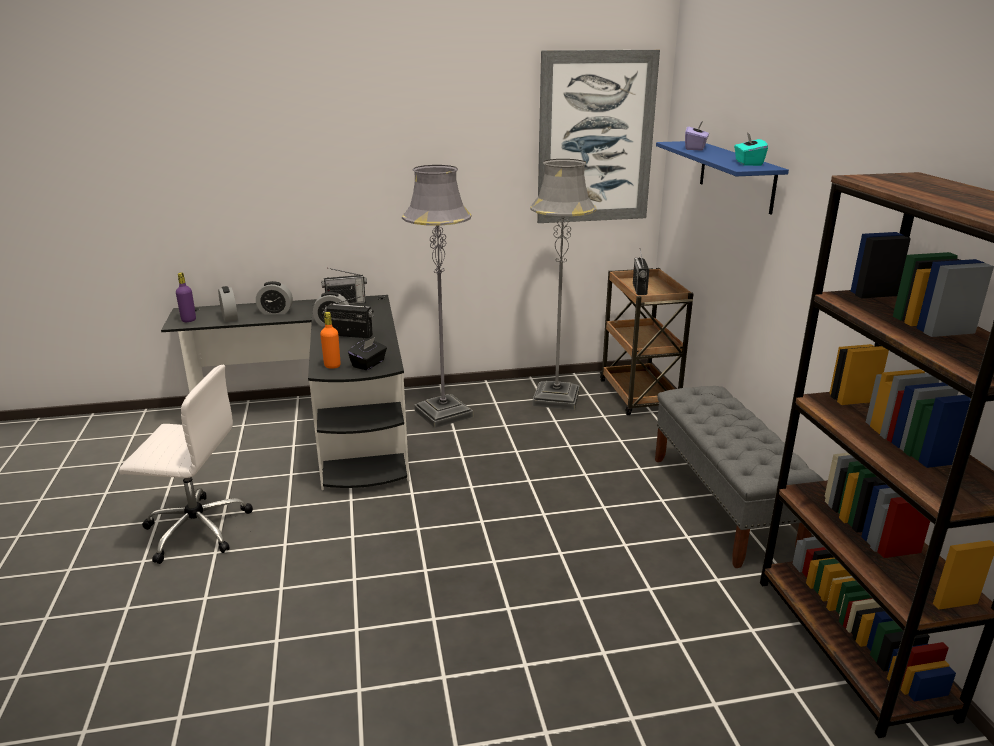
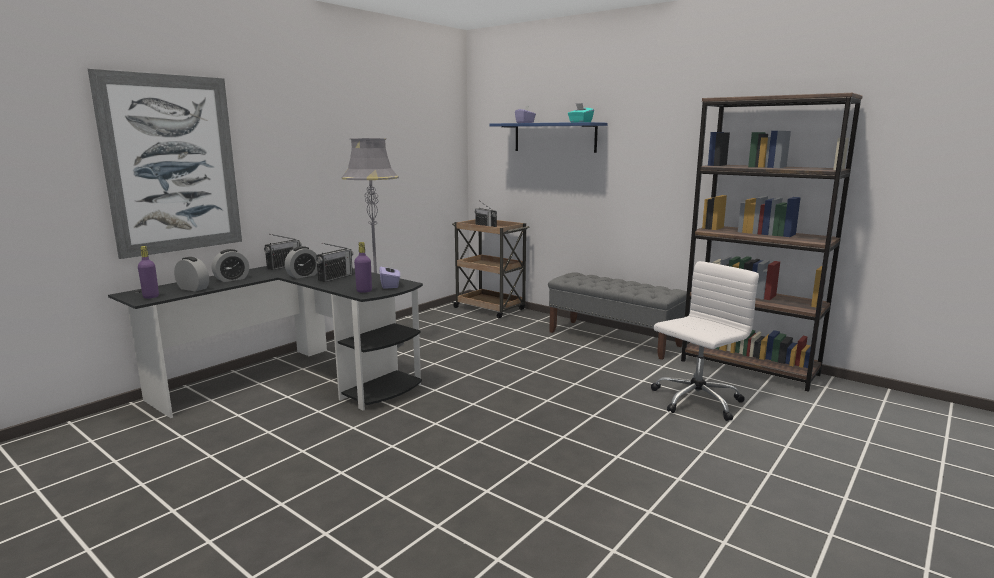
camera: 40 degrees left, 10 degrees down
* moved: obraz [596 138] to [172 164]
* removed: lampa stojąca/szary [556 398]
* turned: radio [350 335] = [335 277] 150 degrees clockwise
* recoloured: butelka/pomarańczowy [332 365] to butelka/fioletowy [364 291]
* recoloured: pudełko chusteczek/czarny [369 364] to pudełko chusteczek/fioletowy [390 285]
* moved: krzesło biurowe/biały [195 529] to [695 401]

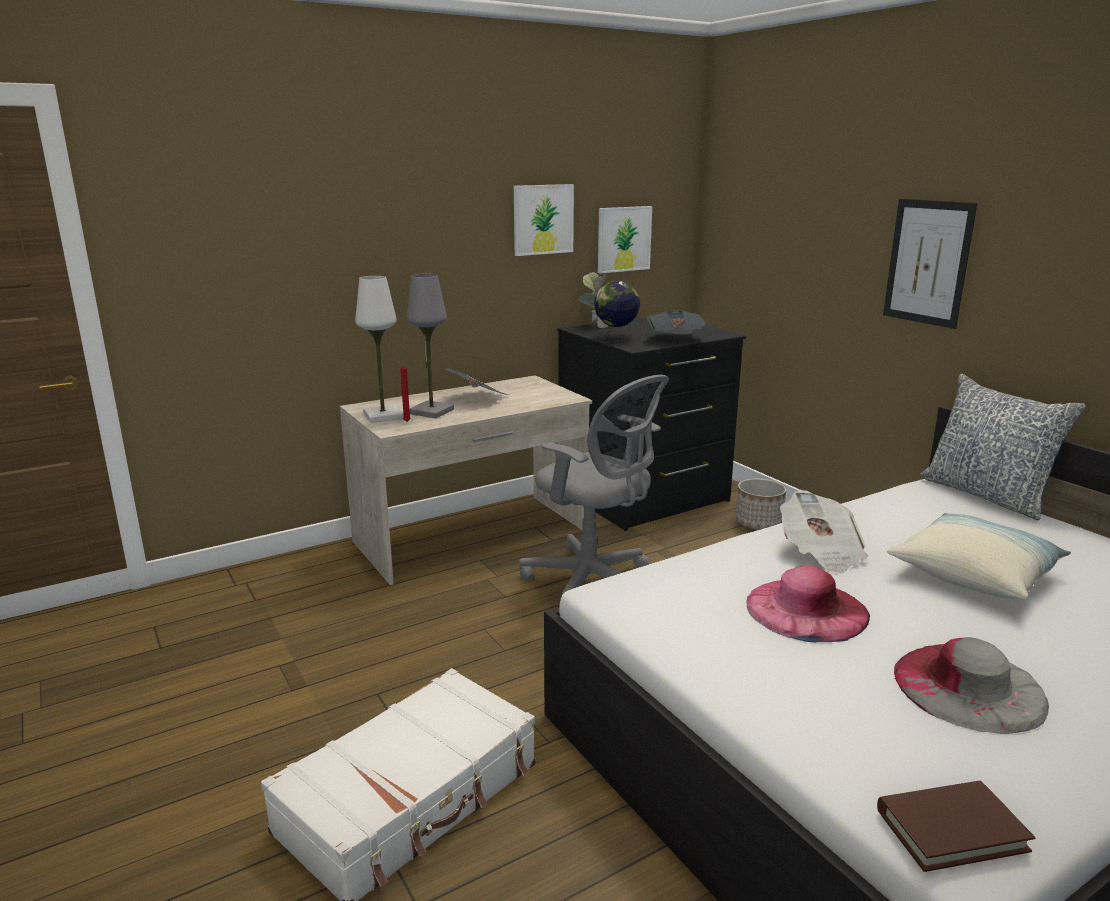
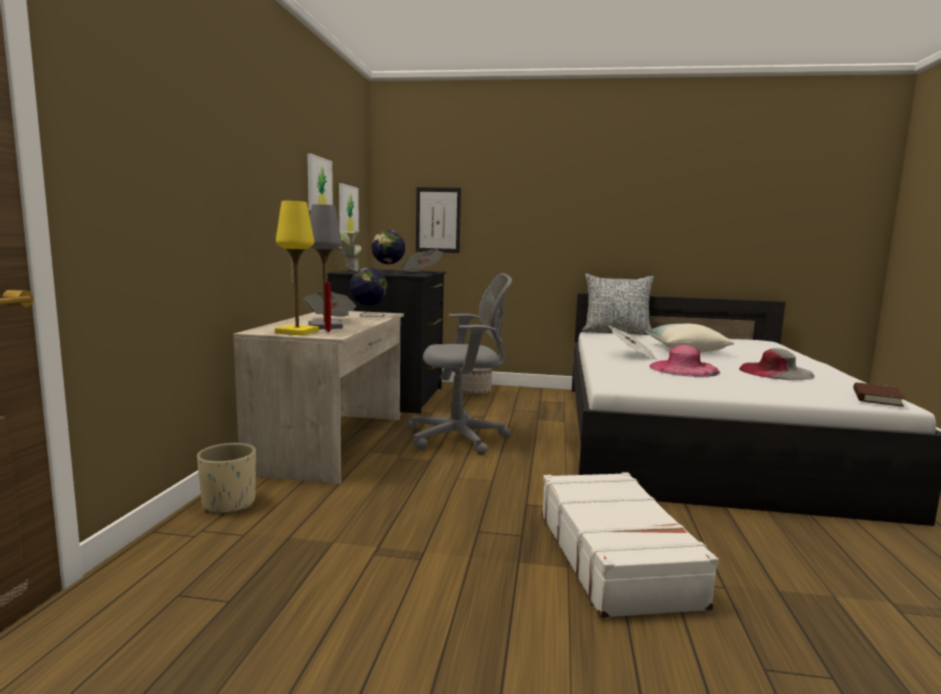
camera: 50 degrees left, 10 degrees down
* moved: obraz [928 262] to [438 220]
* recoloured: lampa stołowa/biały [383 416] to lampa stołowa/żółty [297 332]
* added: globus [368 315]
* added: donica/beżowy [228 504]

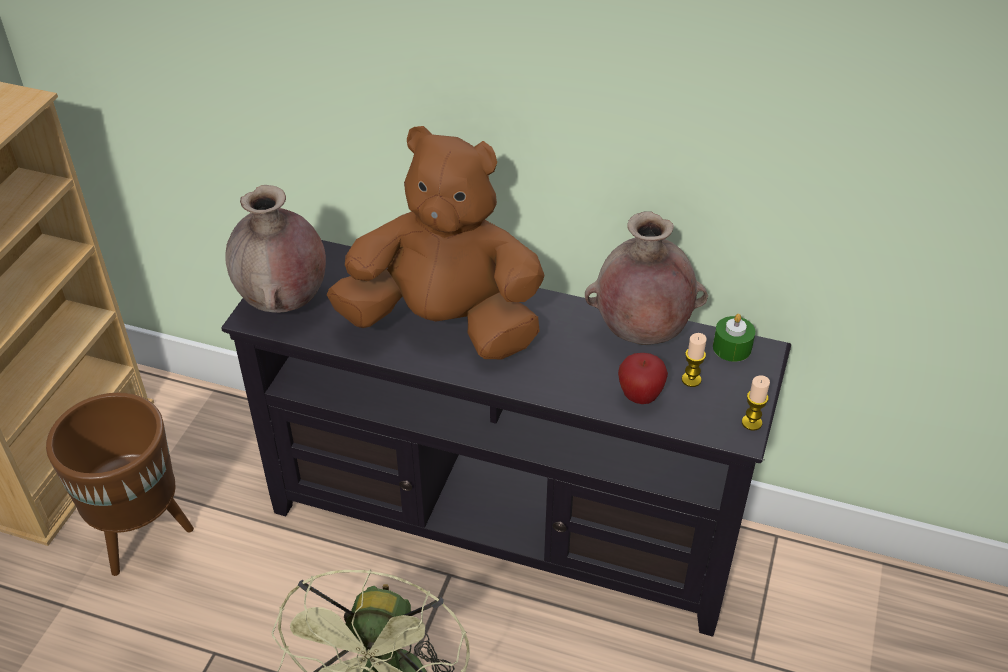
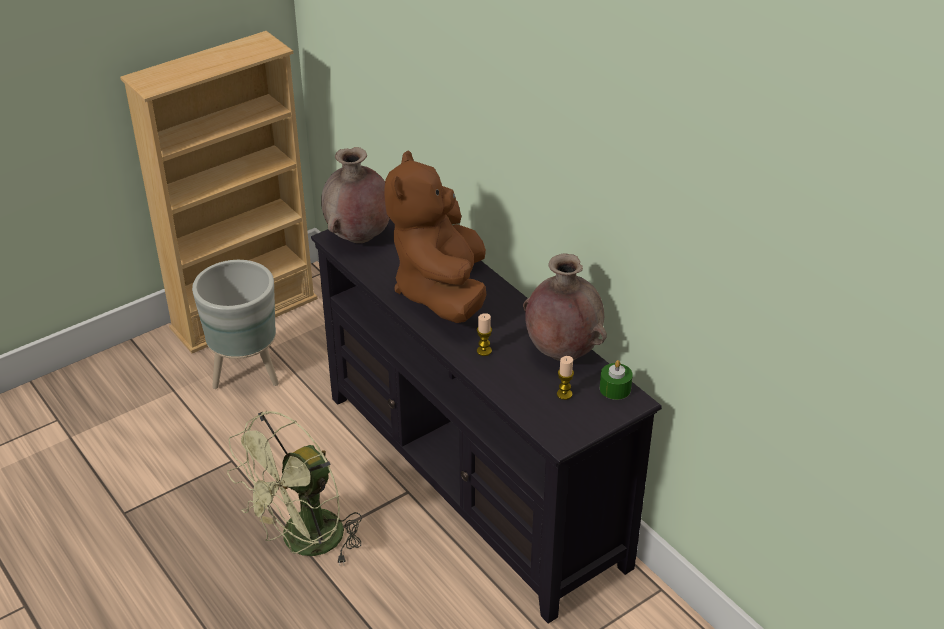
camera: 35 degrees right, 5 degrees down
* turned: pluszak/brązowy [445 324] = [441 291] 135 degrees counterclockwise
* removed: jabłko [640 396]
* moved: świeca [751 422] to [484 351]
* recoloured: donica/brązowy [143 534] to donica/szary [247 374]

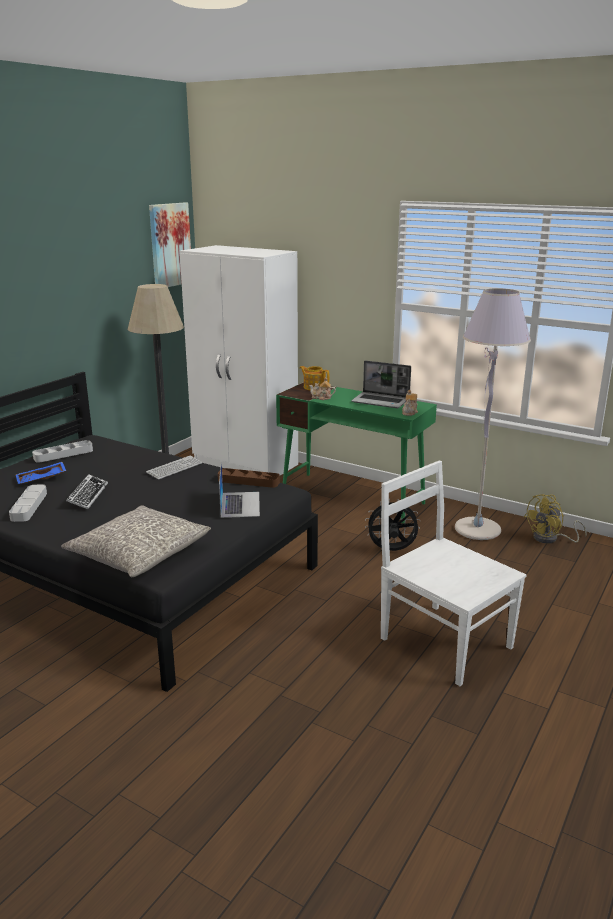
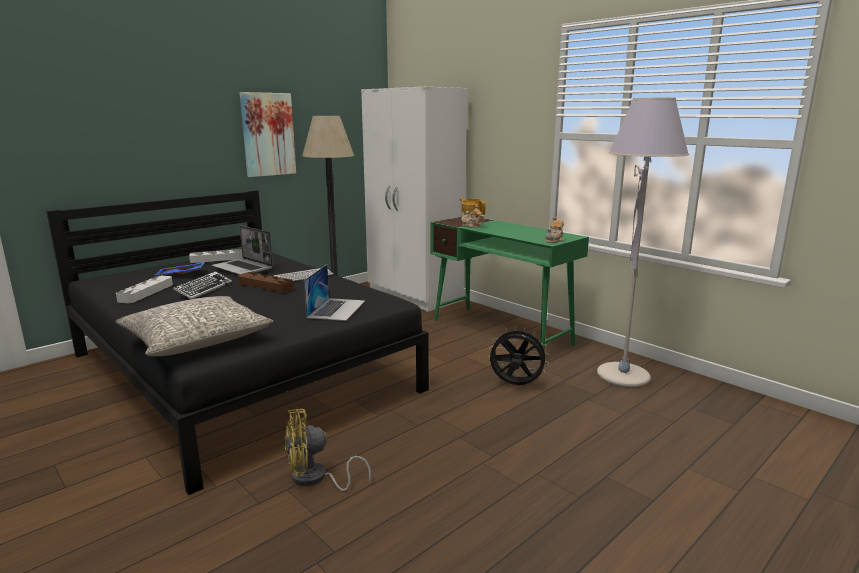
camera: 15 degrees right, 5 degrees down
* moved: obraz [170 245] to [268 134]
* moved: laptop [381 401] to [243 268]
* removed: krzesło/biały [443 641]
* moved: taca/brązowy [248 481] to [265 286]
* moved: wentylator/żółty [550 539] to [315 479]

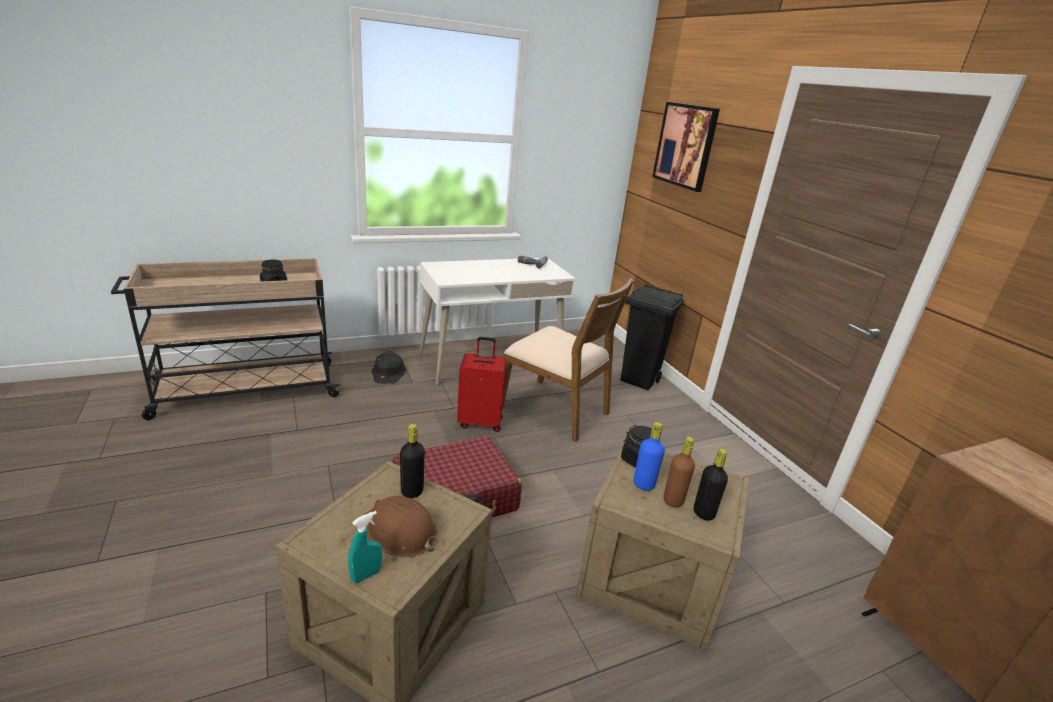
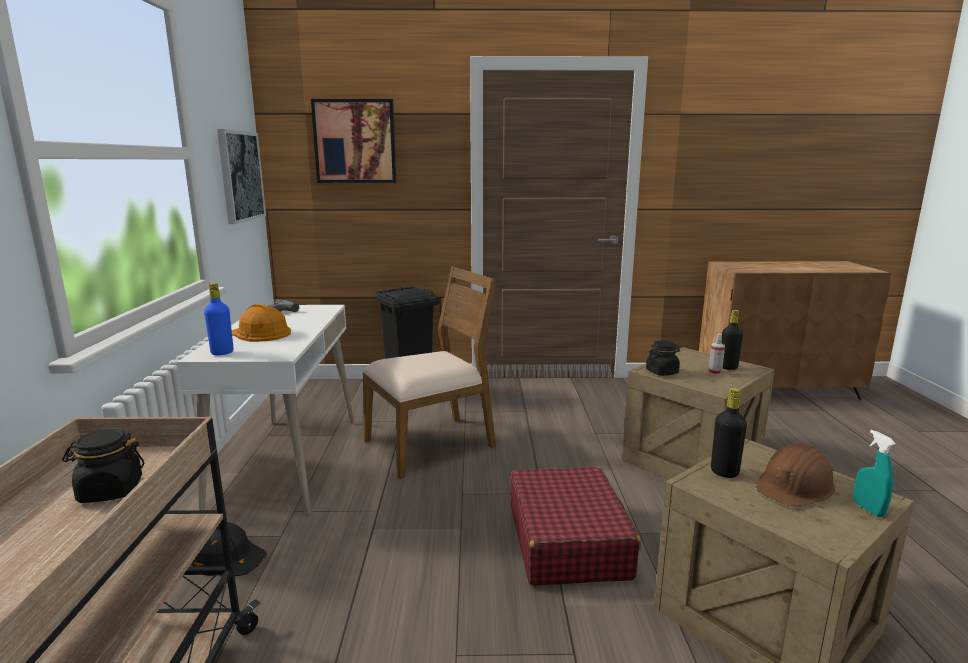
camera: 65 degrees left, 10 degrees down
* removed: walizka/czerwony [480 422]
* moved: butelka/niebieski [643 484] to [222 353]
* replaced: butelka/brązowy [673 500] to spryskiwacz [715 372]
* added: obraz [240 176]
* added: kask/pomarańczowy [260 333]

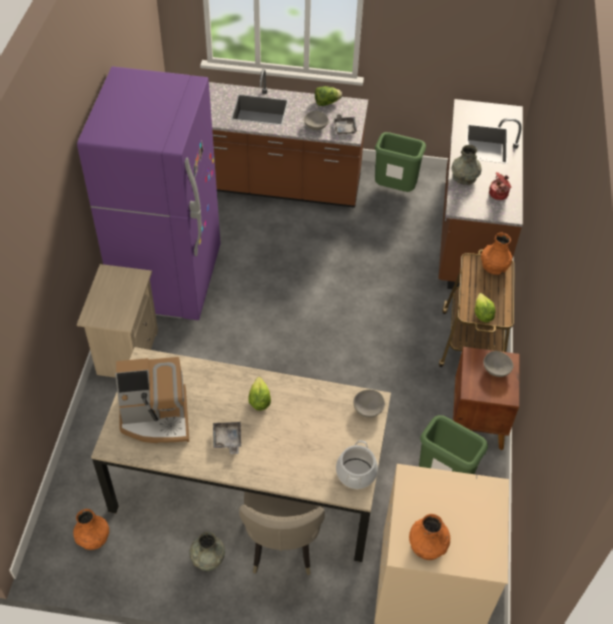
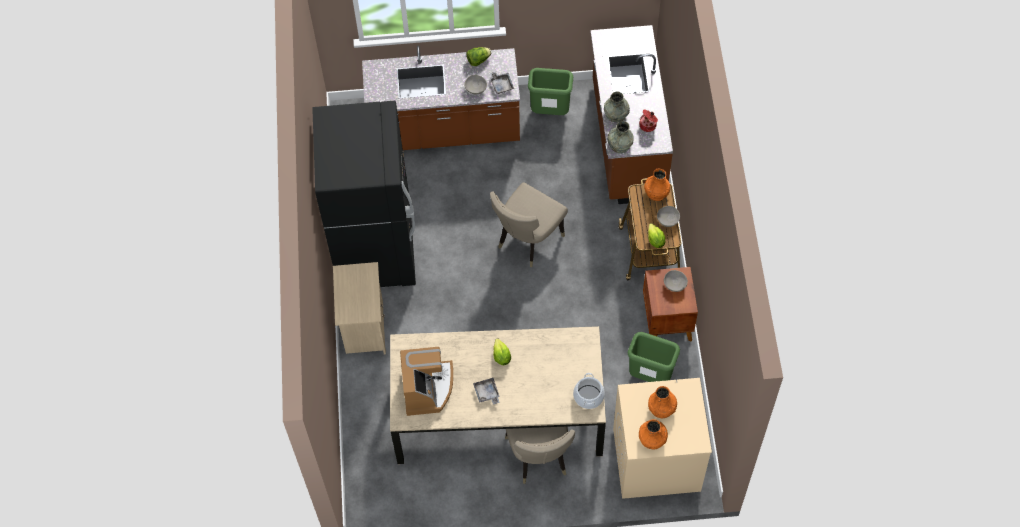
camera: 10 degrees left, 10 degrees up
* recoloured: lodówka/fioletowy [169 279] to lodówka/czarny [375 250]
* turned: ekspres do kawy [156 417] = [427 388] 75 degrees counterclockwise
* moved: miska/szary [368 408] to [667 220]
* moved: wazon/pomarańczowy [93 537] to [662 408]
* moved: wazon/szary [207 557] to [619 144]
* added: krzesło/beżowy [527 241]

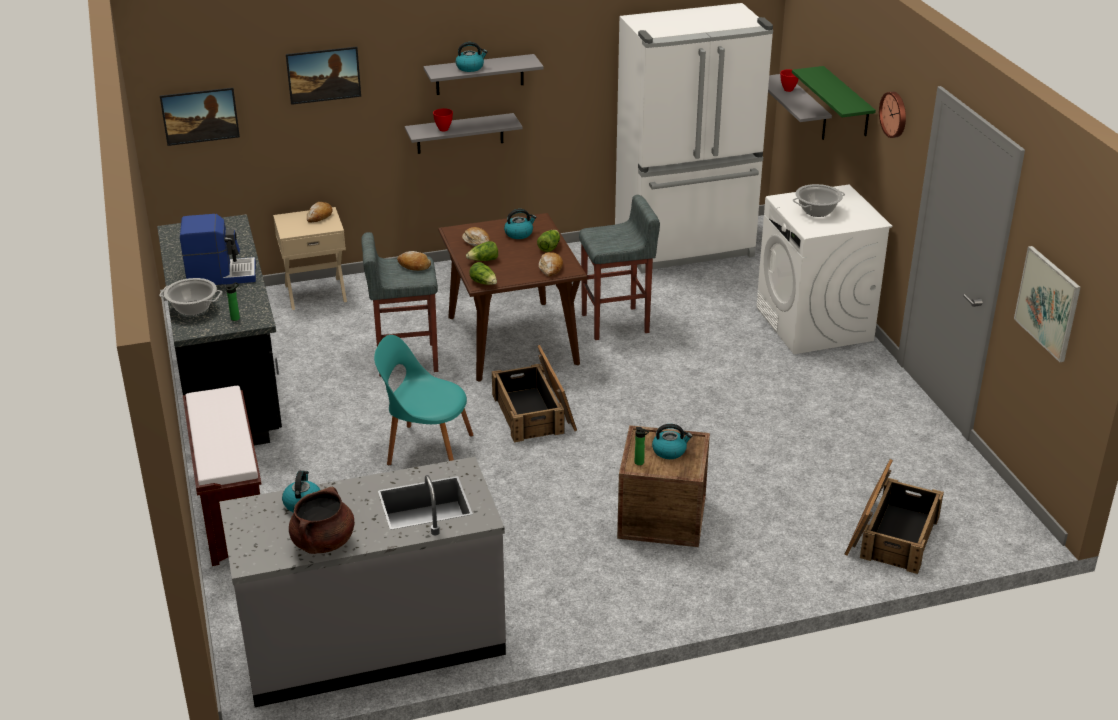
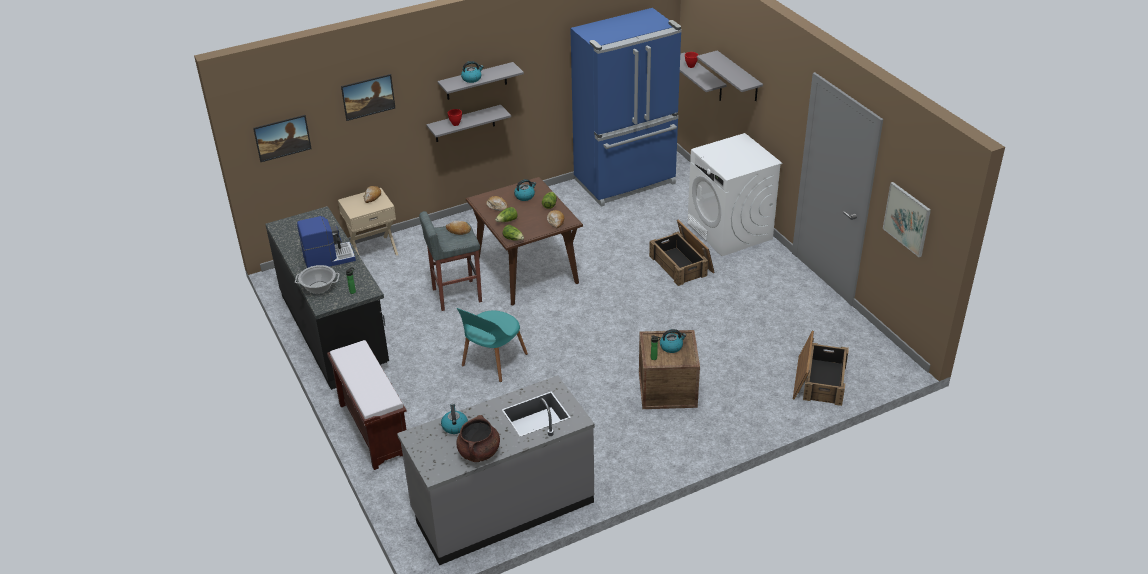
camera: 10 degrees left, 5 degrees up
* recoloured: lodówka/biały [686 248] to lodówka/niebieski [626 182]
* recoloured: półka/zielony [847 102] to półka/szary [739 77]
* removed: zegar ścienny [894 114]
* removed: garnek [817 211]
* removed: stołek/szary [616 324]
* turned: krzesło/turkusowy [426 448] = [493 361] 60 degrees counterclockwise
* moved: skrzynka [535 412] to [682 264]

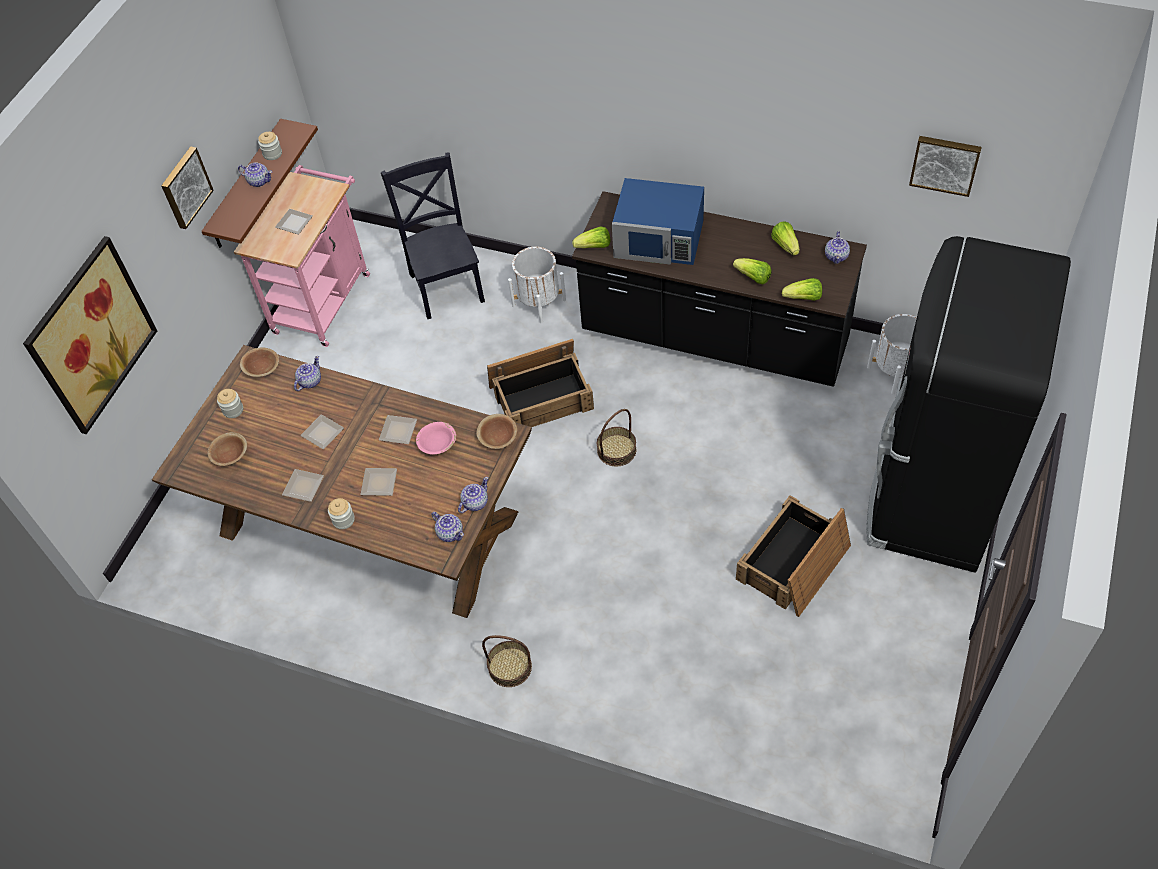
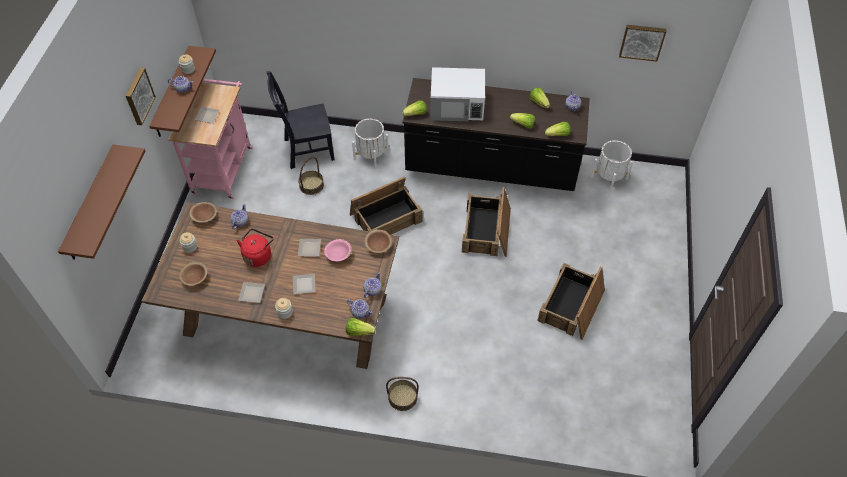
camera: 15 degrees left, 0 degrees up
* turned: krzesło/czarny [446 285] = [306 150] 75 degrees counterclockwise
* recoloured: mikrofalówka/niebieski [659 238] to mikrofalówka/biały [457 105]
* replaced: obraz [91 335] to półka/brązowy [91 204]
* removed: lodówka/czarny [931 494]
* moved: koszyk [616 450] to [311 185]
* replaced: talerz [324 433] to czajnik/czerwony [258 255]
* added: skrzynka [487 231]
* added: sałata [359 331]

